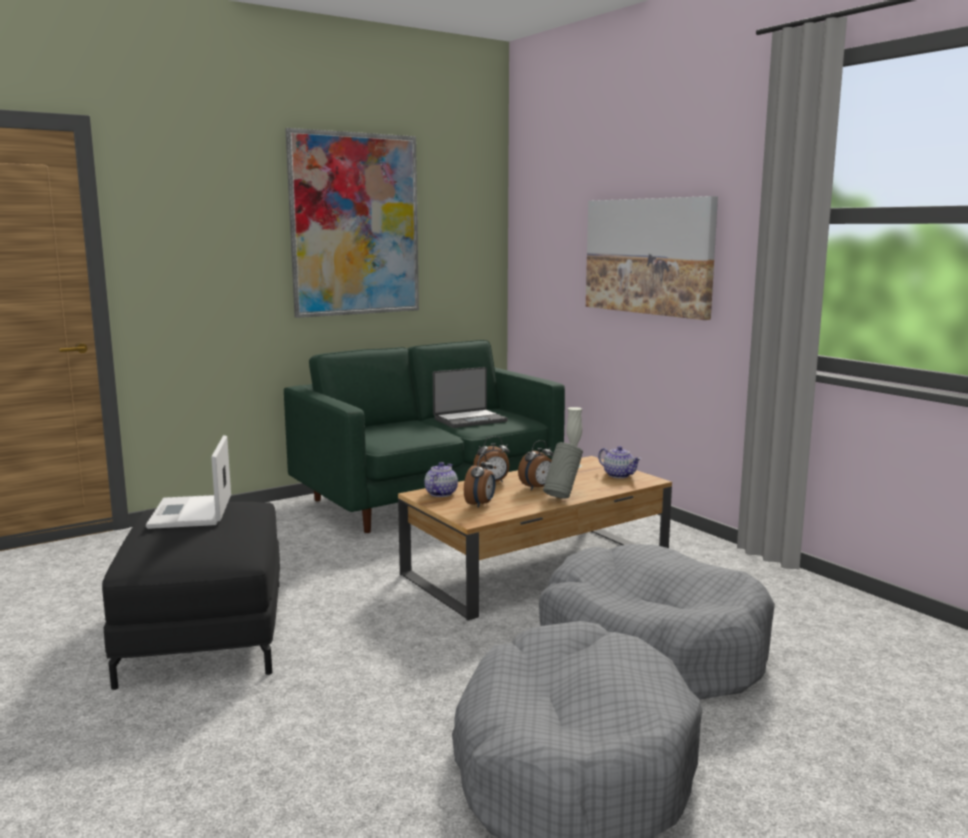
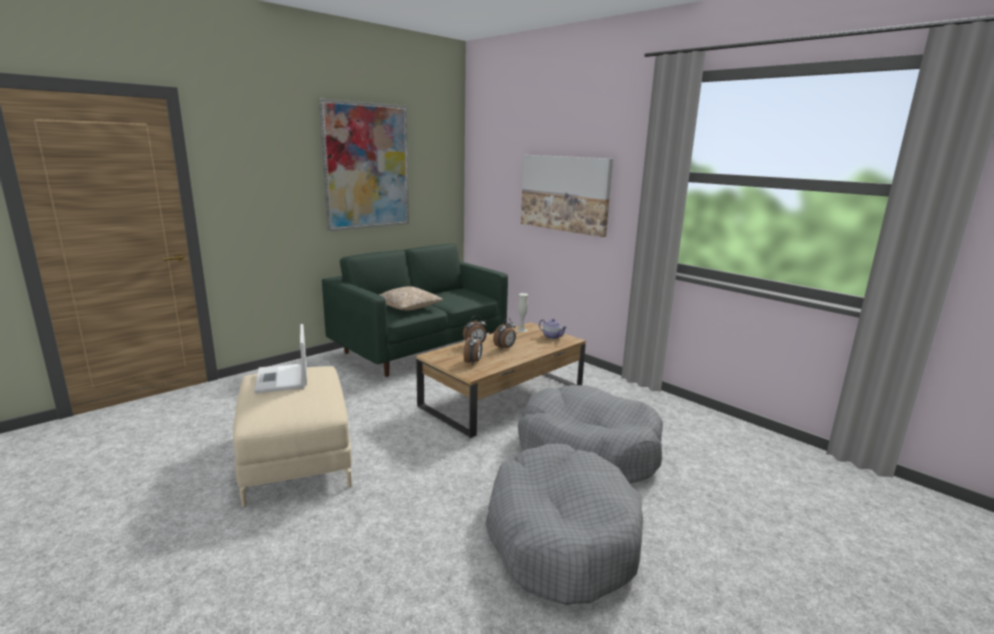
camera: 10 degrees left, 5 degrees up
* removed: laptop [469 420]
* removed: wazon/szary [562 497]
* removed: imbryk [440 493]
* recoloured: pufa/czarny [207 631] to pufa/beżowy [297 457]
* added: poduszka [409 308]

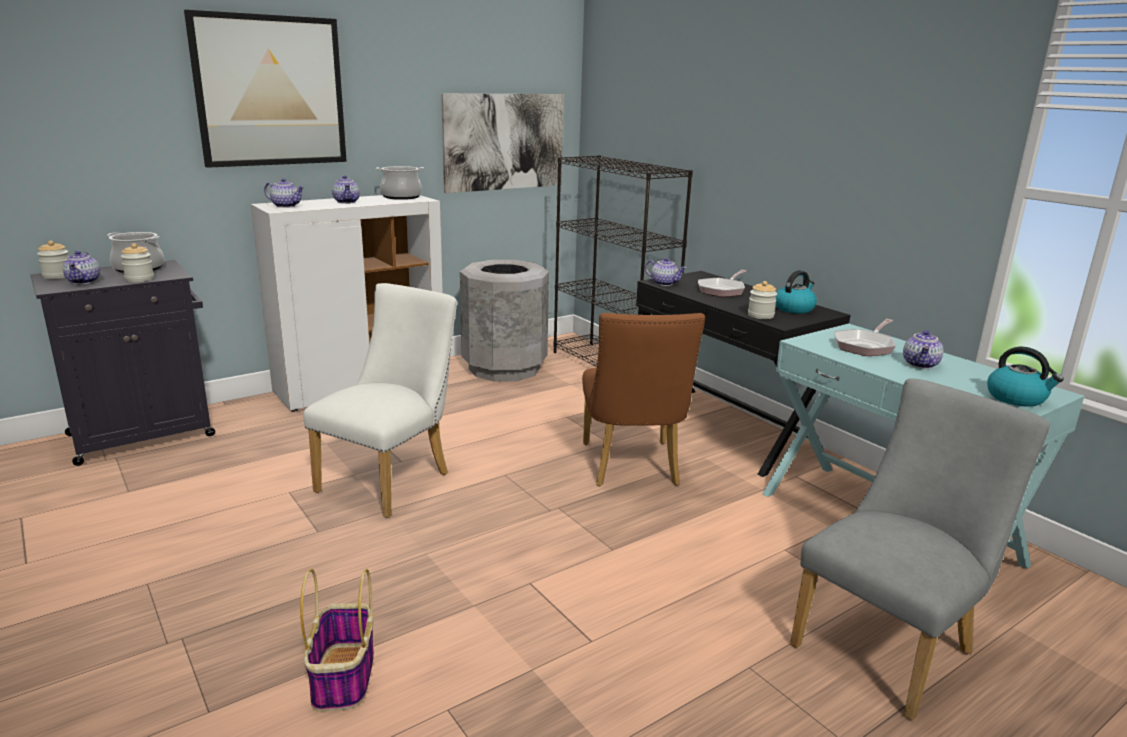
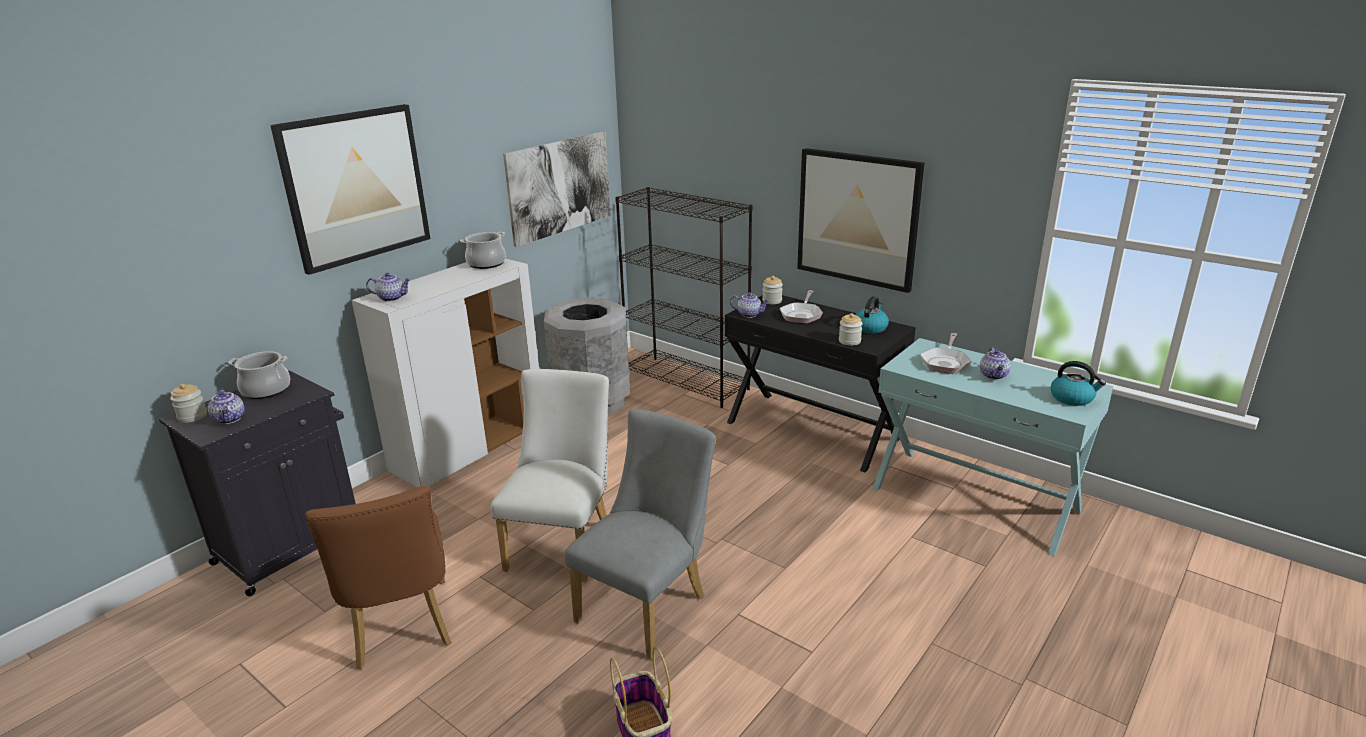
camera: 15 degrees left, 5 degrees up
* removed: imbryk [347 202]
* moved: słoik [139 279] to [772 301]
* moved: krzesło/brązowy [631 468] to [402 630]
* moved: krzesło/szary [890 645] to [648 604]
* added: obraz [857 218]

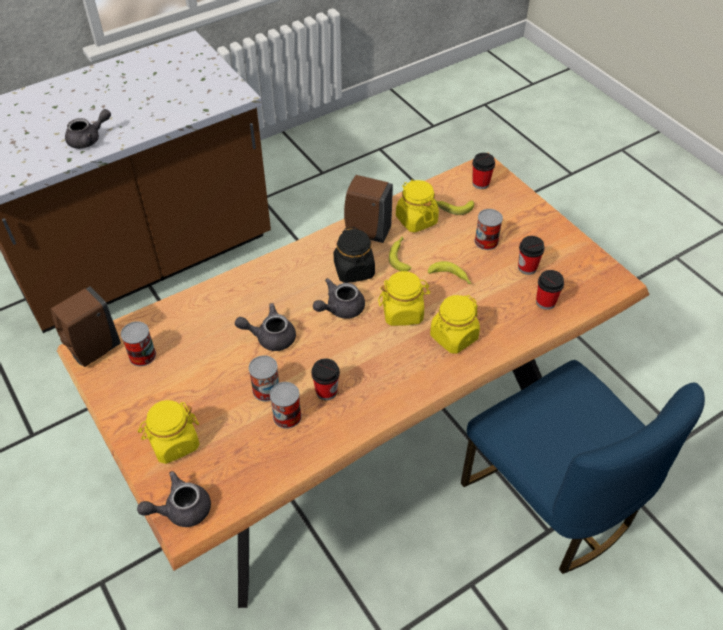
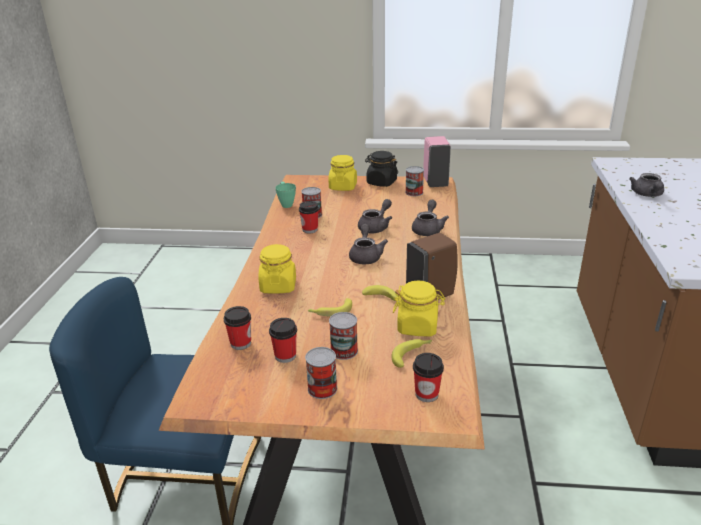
camera: 130 degrees right, 20 degrees down
* moved: słoik/czarny [354 270] to [381 182]
* removed: słoik/żółty [403 312]
* recoloured: dozownik mydła/brązowy [93 351] to dozownik mydła/różowy [435 183]
* moved: puszka [266 390] to [322 388]
* moved: imbryk/szary [181 509] to [428 229]
* added: kubek/zielony [286 203]

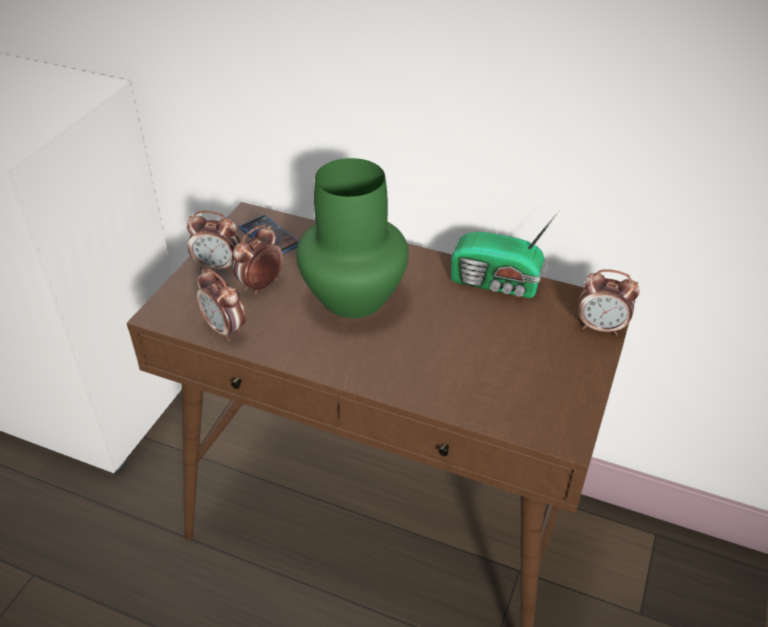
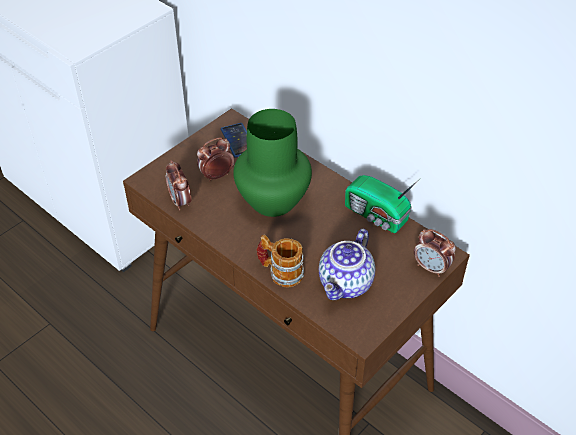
camera: 20 degrees right, 5 degrees up
* removed: budzik [218 266]
* added: imbryk [346 284]
* added: kubek [280 272]

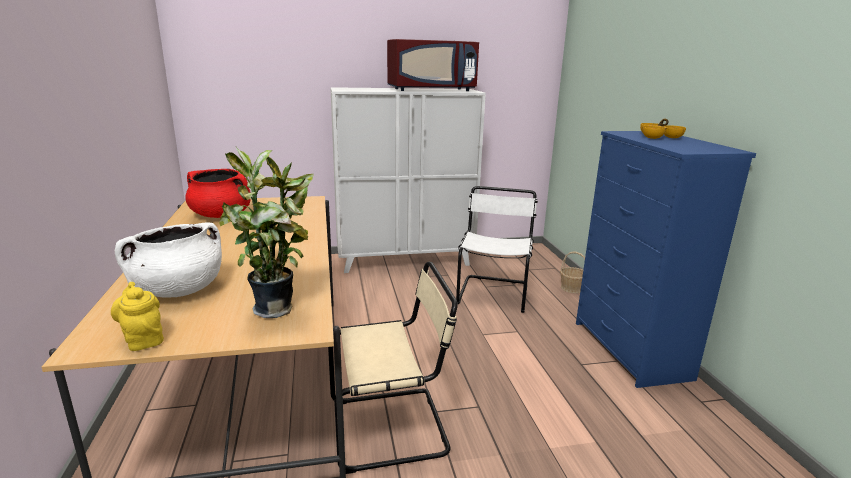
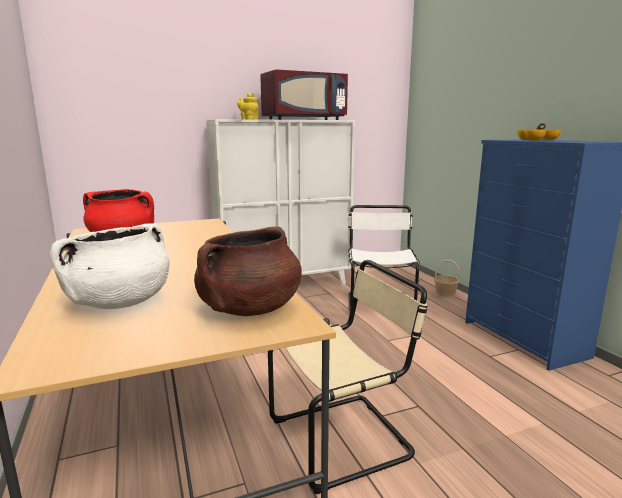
camera: 10 degrees left, 5 degrees down
* replaced: roślina doniczkowa [278 309] to garnek/brązowy [249 309]
* moved: imbryk/żółty [143 339] to [248 119]

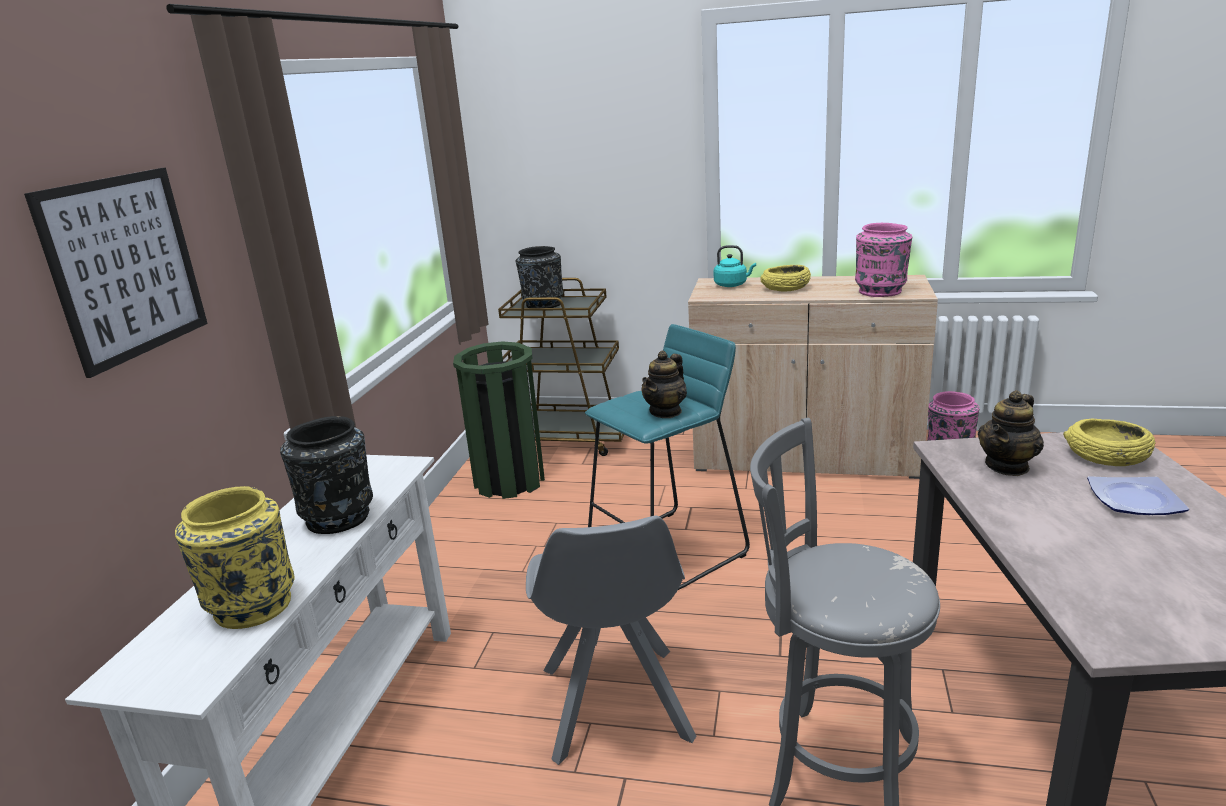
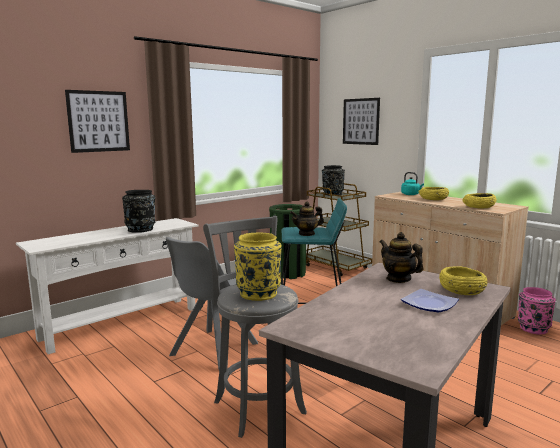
camera: 35 degrees right, 10 degrees down
* replaced: wazon/różowy [880 292] to miska/żółty [479 207]
* turned: imbryk [1007 466] = [398 279] 60 degrees clockwise
* moved: wazon/żółty [252 605] to [258 293]
* added: obraz [361 121]

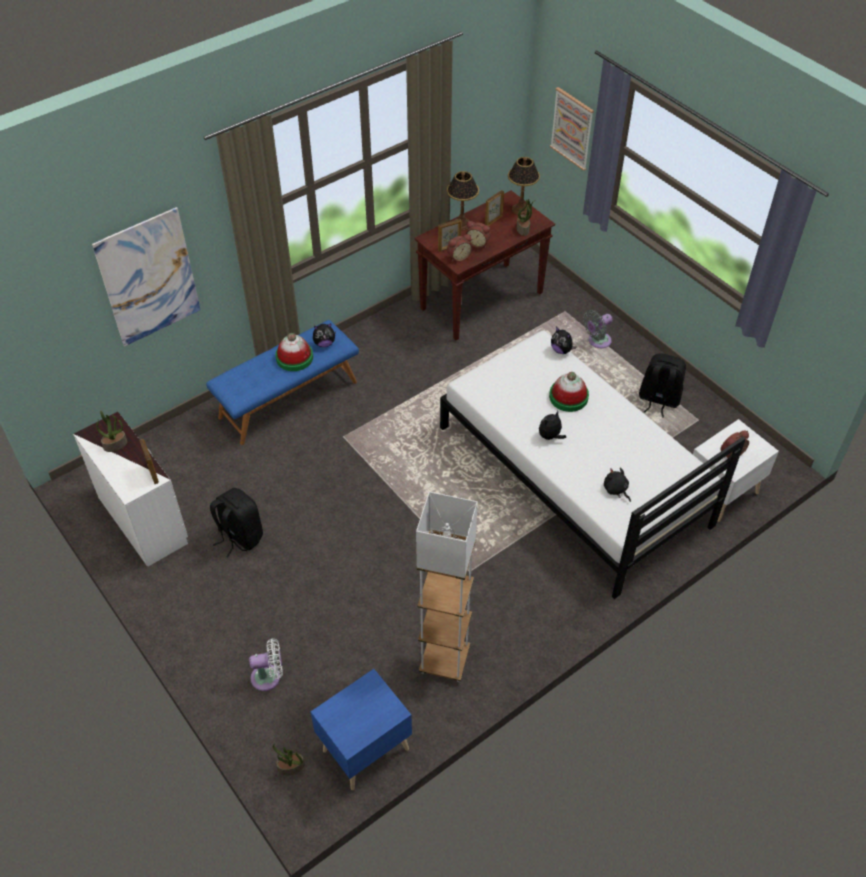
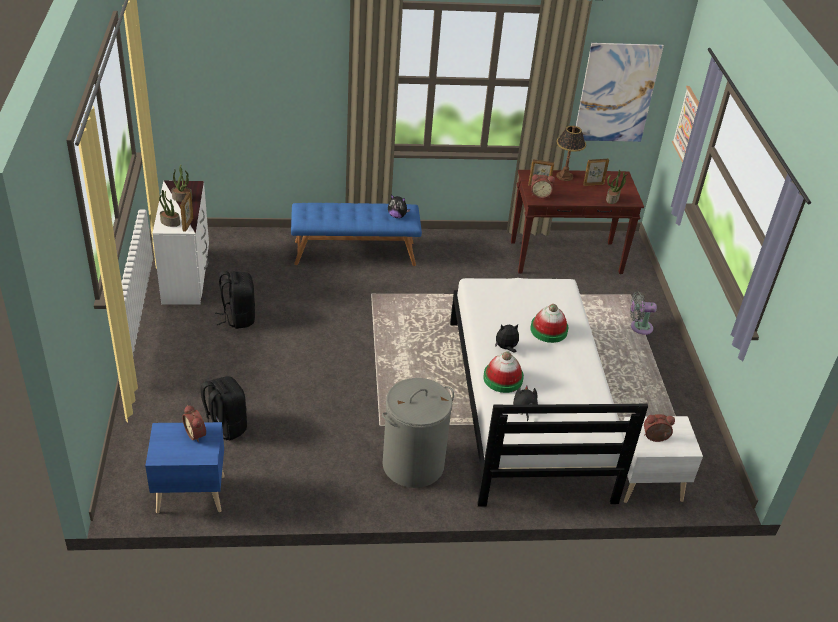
camera: 30 degrees right, 10 degrees down
* removed: lampa stołowa [521 209]
* moved: obraz [149 278] to [616 93]
* moved: budzik [478 243] to [197 433]
* removed: pluszak [561 350]
* moved: kapelusz [294 357] to [503 378]
* moved: plecak/czarny [658 400] to [225 427]
* removed: lampa stojąca/biały [444 661]
* removed: wentylator/biały [269 677]
* moved: roślina doniczkowa [290 767] to [170 222]
* added: kosz na pranie/szary [413 464]

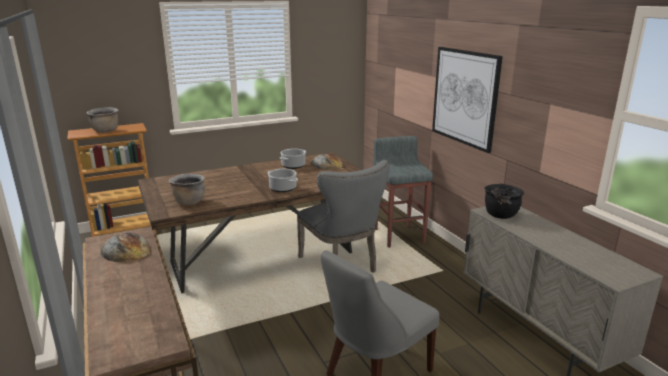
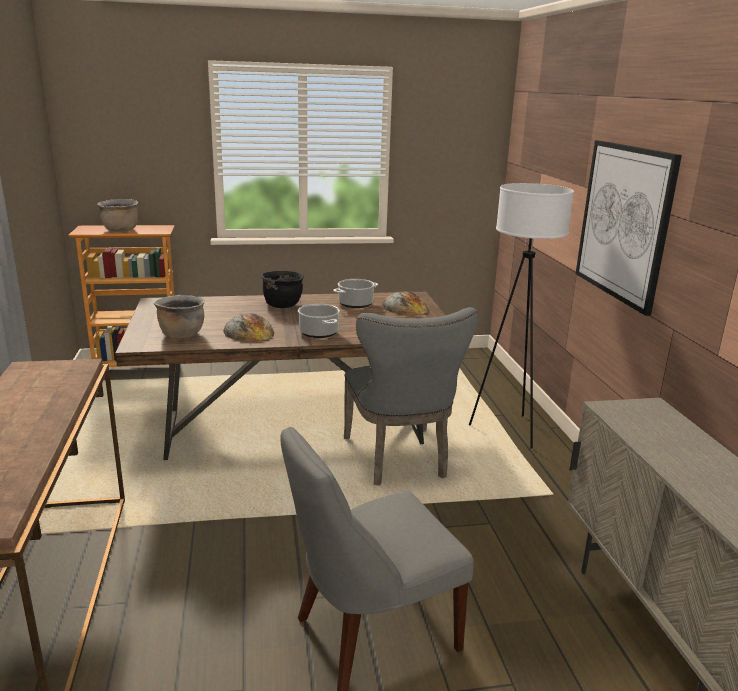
camera: 15 degrees right, 0 degrees up
* replaced: stołek/szary [399 235] to lampa stojąca/biały [508 430]
* moved: garnek/czarny [500 215] to [282 305]
* moved: chleb [126 250] to [249 331]

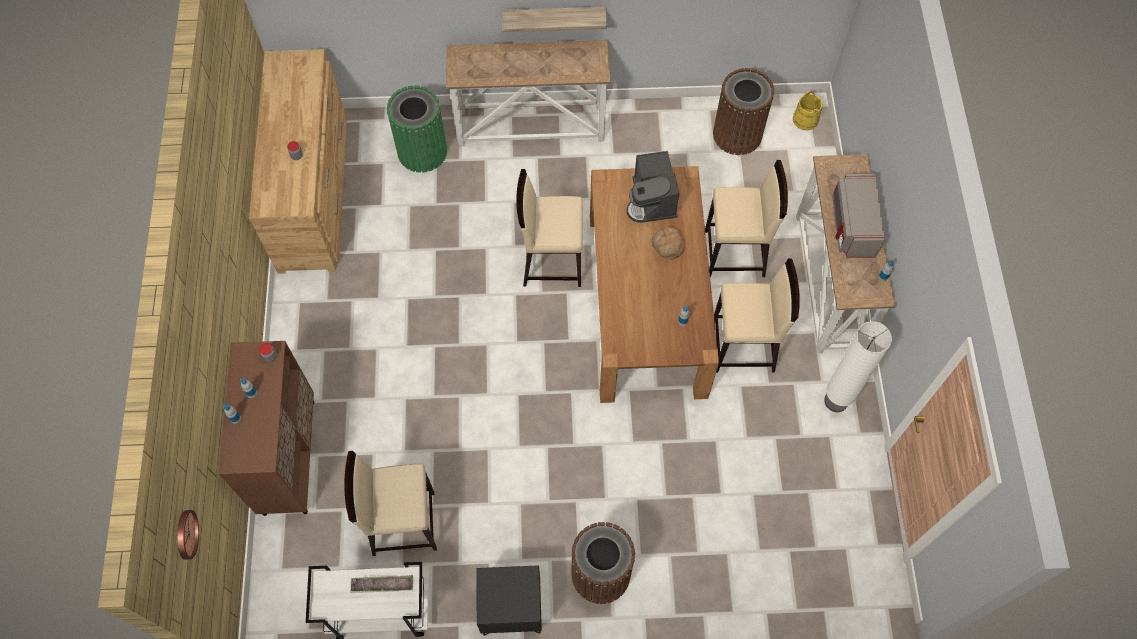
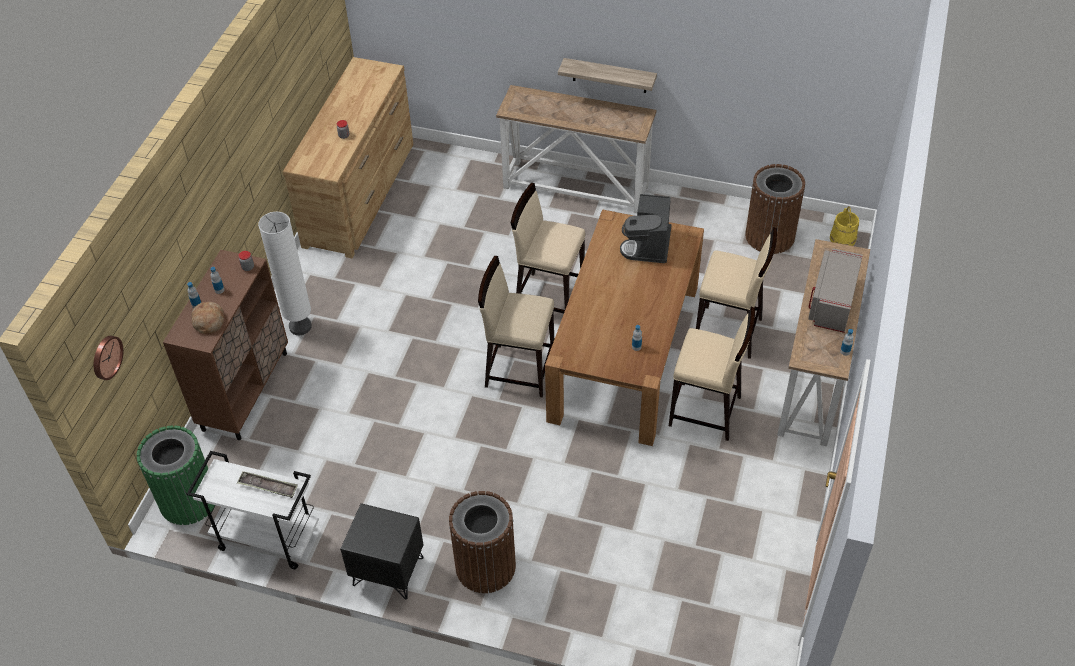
camera: 20 degrees right, 15 degrees down
* moved: kosz na śmieci/zielony [422 151] to [188 500]
* moved: chleb [667 246] to [208 321]
* moved: lampa stojąca/biały [836 401] to [300 327]
* moved: stołek/beżowy [402 523] to [519 370]

